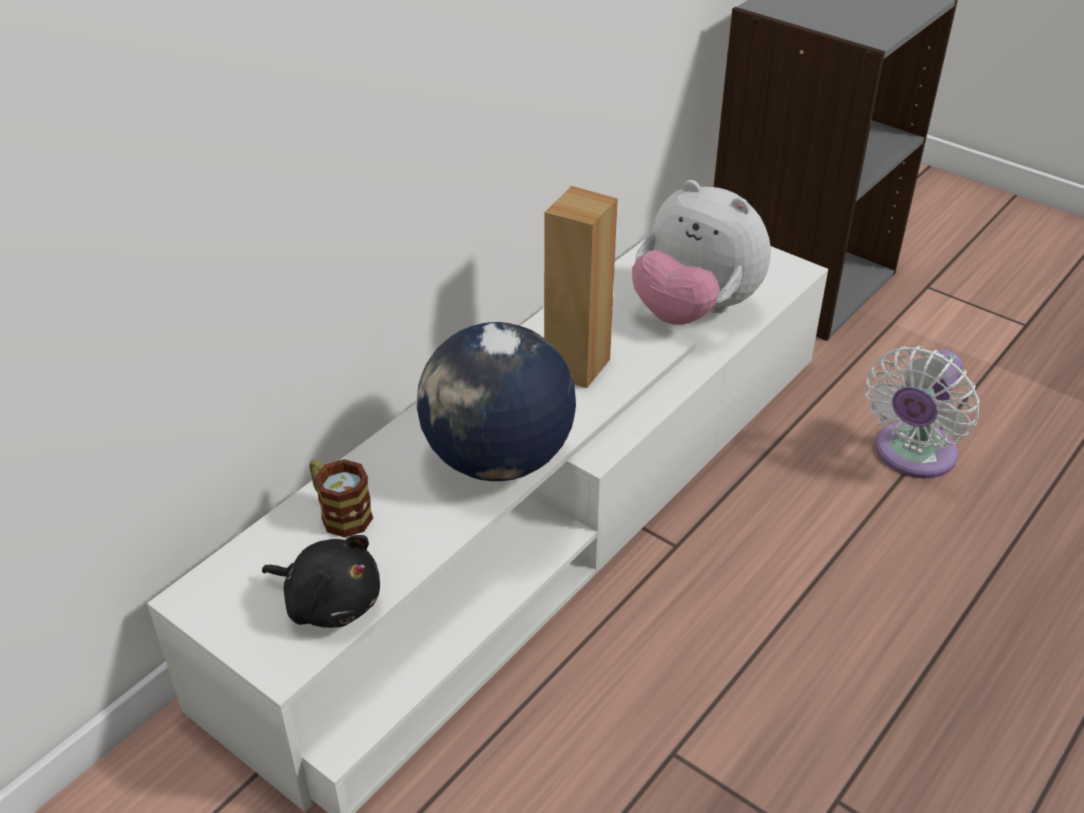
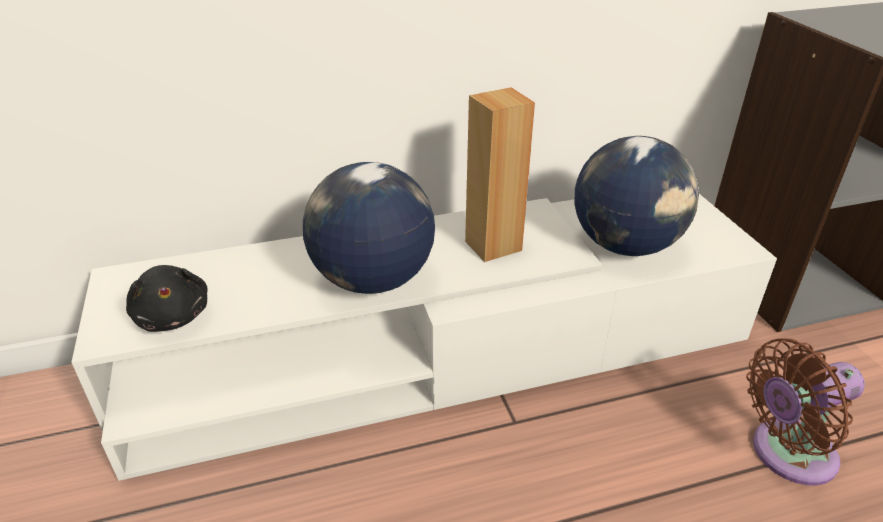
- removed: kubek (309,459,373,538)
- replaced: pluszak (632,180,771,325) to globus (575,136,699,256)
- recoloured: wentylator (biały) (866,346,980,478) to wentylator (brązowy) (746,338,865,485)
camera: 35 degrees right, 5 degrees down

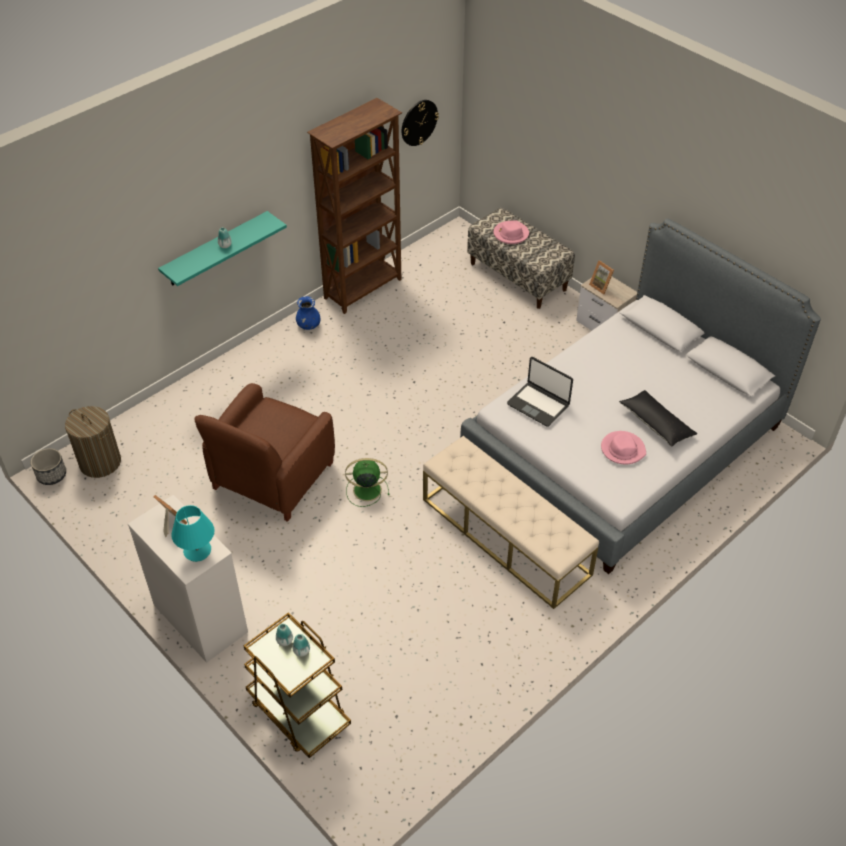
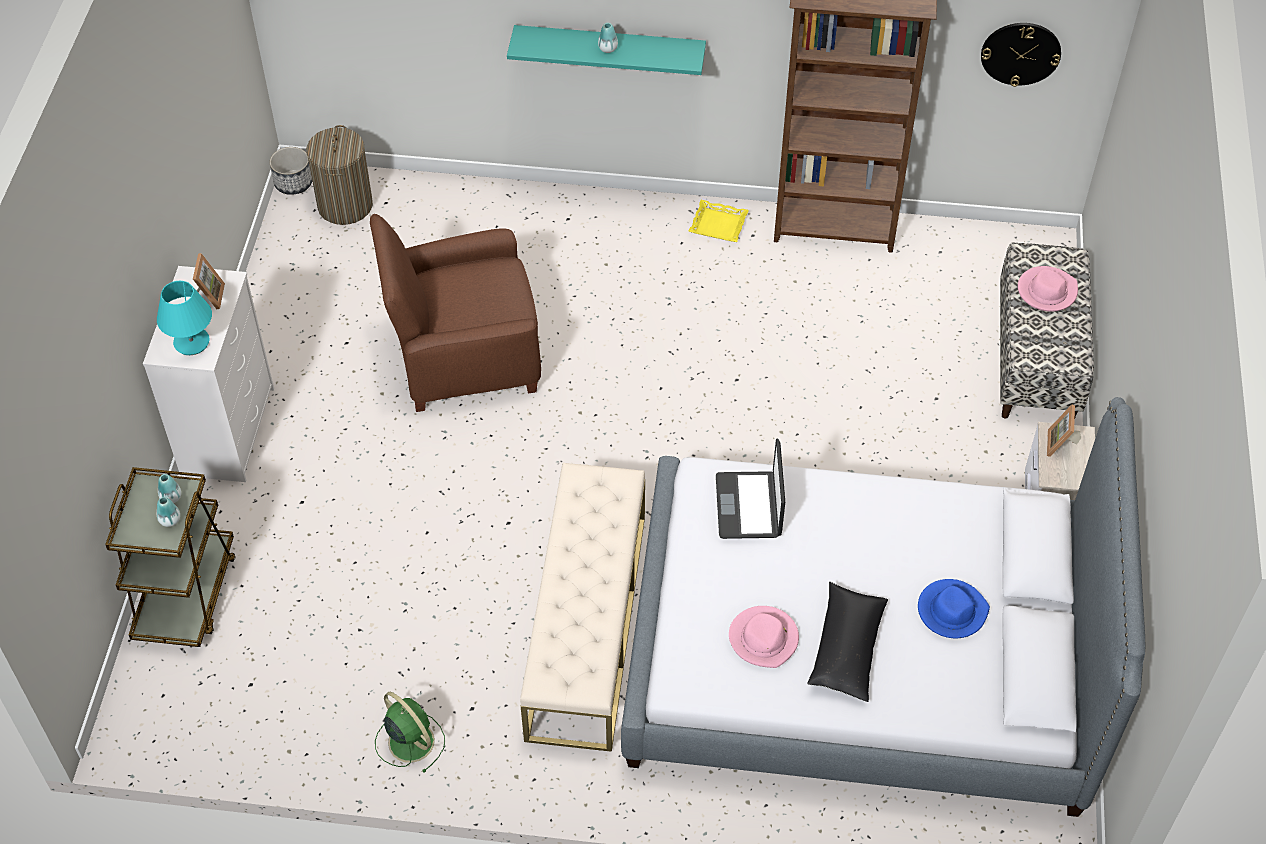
- added: kapelusz (niebieski) (918,579,990,638)
- moved: wentylator (zielony) (345,458,390,507) to (375,692,445,773)
- replaced: wazon (niebieski) (296,296,320,330) to taca (żółty) (689,200,749,242)
camera: 50 degrees right, 5 degrees up

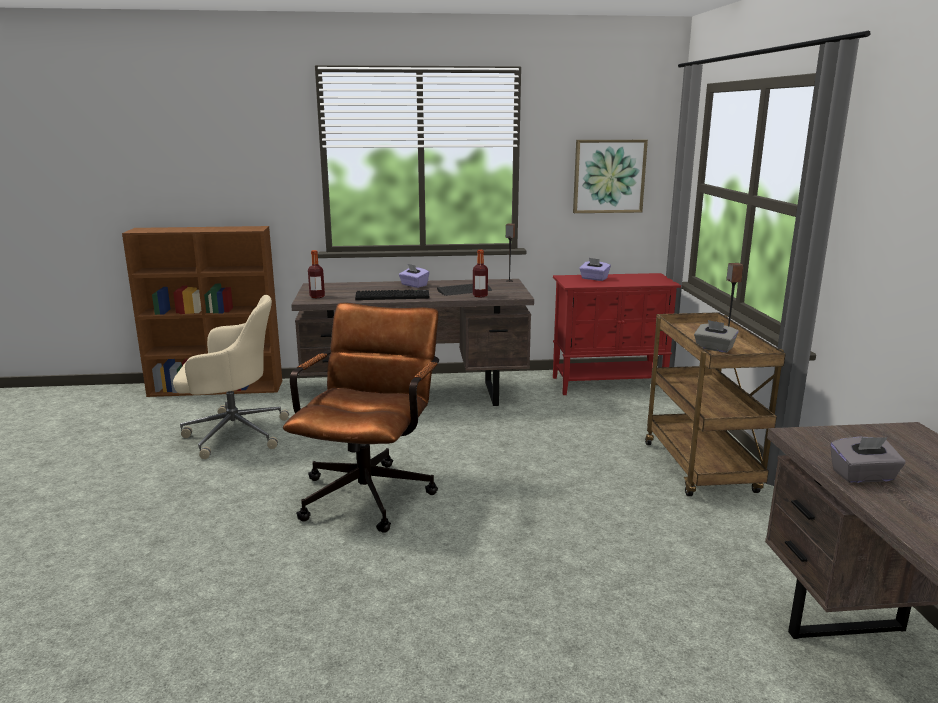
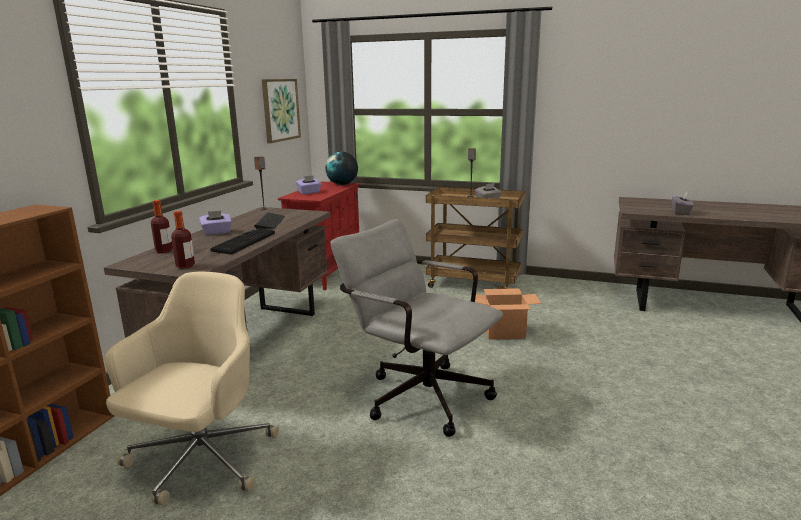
- added: globus (325,151,358,185)
- added: karton (475,288,542,340)
- moved: butelka (473,250,488,298) to (151,200,173,253)
- recoloured: krzesło biurowe (brązowy) (283,303,439,533) to krzesło biurowe (szary) (330,219,503,437)
camera: 65 degrees left, 0 degrees up

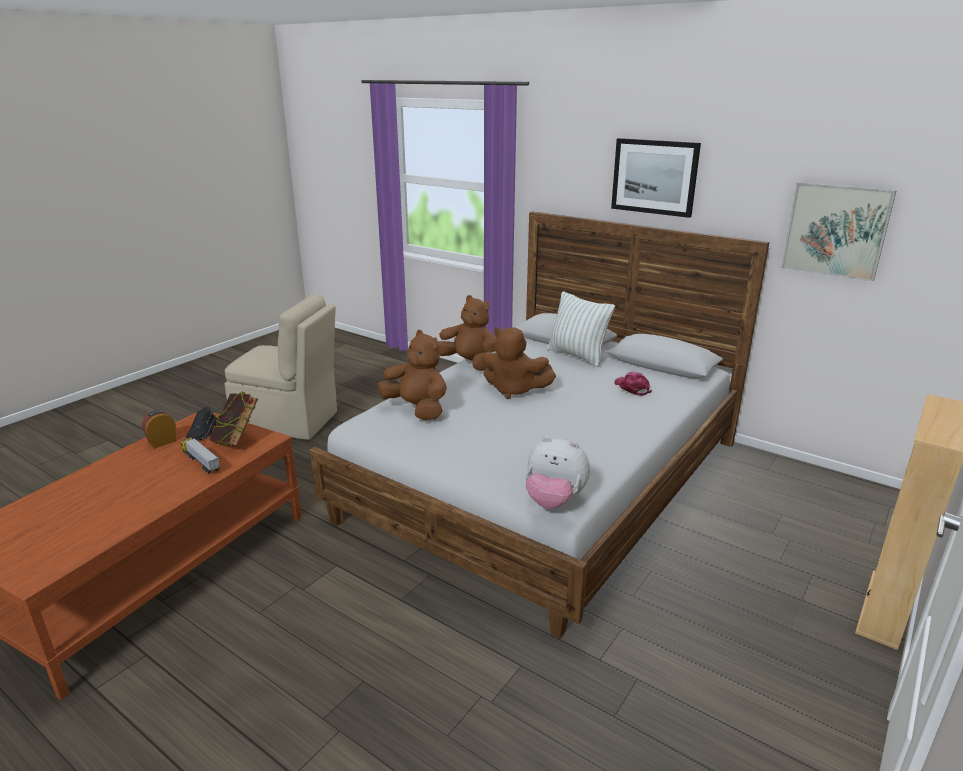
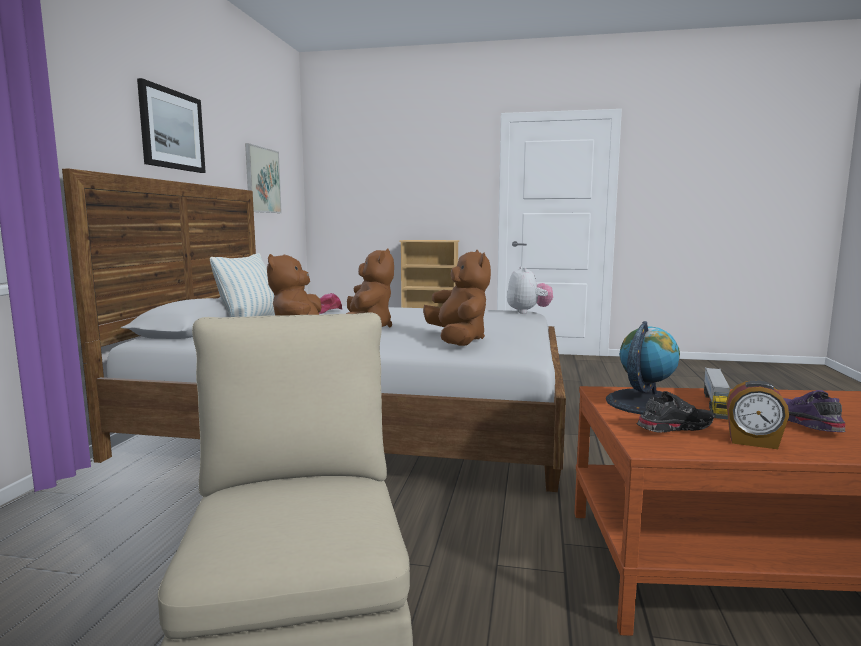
- added: but (fioletowy) (783,390,846,432)
- replaced: książka (209,391,258,447) to globus (606,321,680,414)
- turned: pluszak (brązowy) (377,330,447,420) = (423,250,491,346) 150 degrees clockwise
camera: 115 degrees left, 15 degrees down

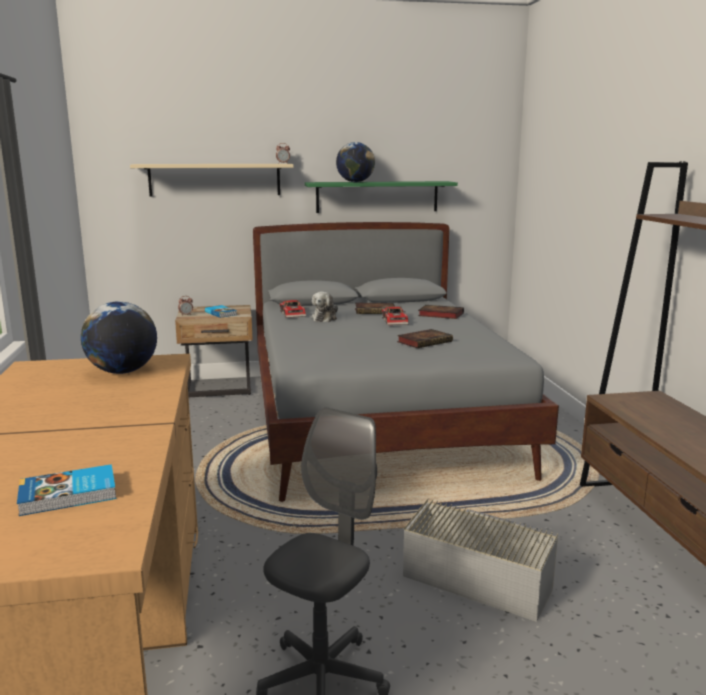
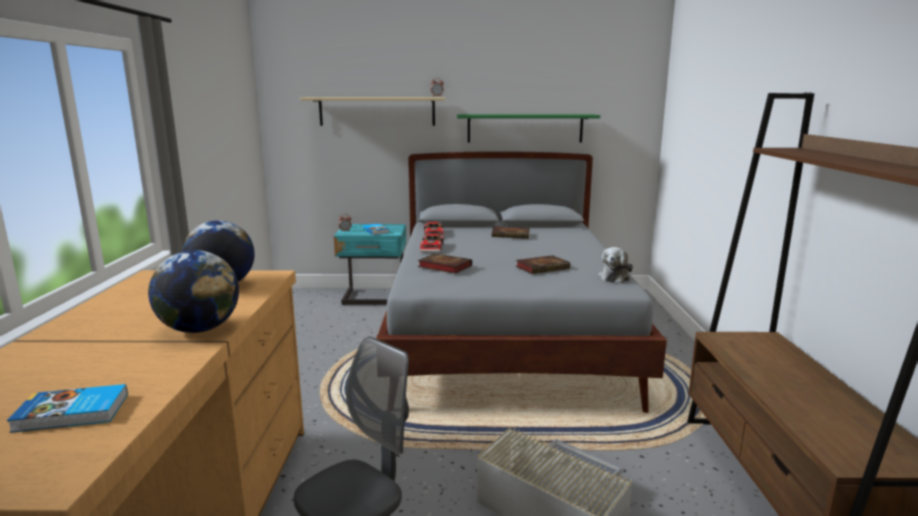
- moved: pluszak (311,292,338,322) to (598,247,633,284)
- moved: globus (336,142,375,182) to (148,250,239,333)
- moved: samochodzik (382,306,409,325) to (420,233,444,252)
- moved: książka (418,305,464,319) to (418,253,472,274)
- recoloured: szafka nocna (beżowy) (175,305,253,397) to szafka nocna (turkusowy) (334,224,406,305)
camera: 10 degrees right, 0 degrees up

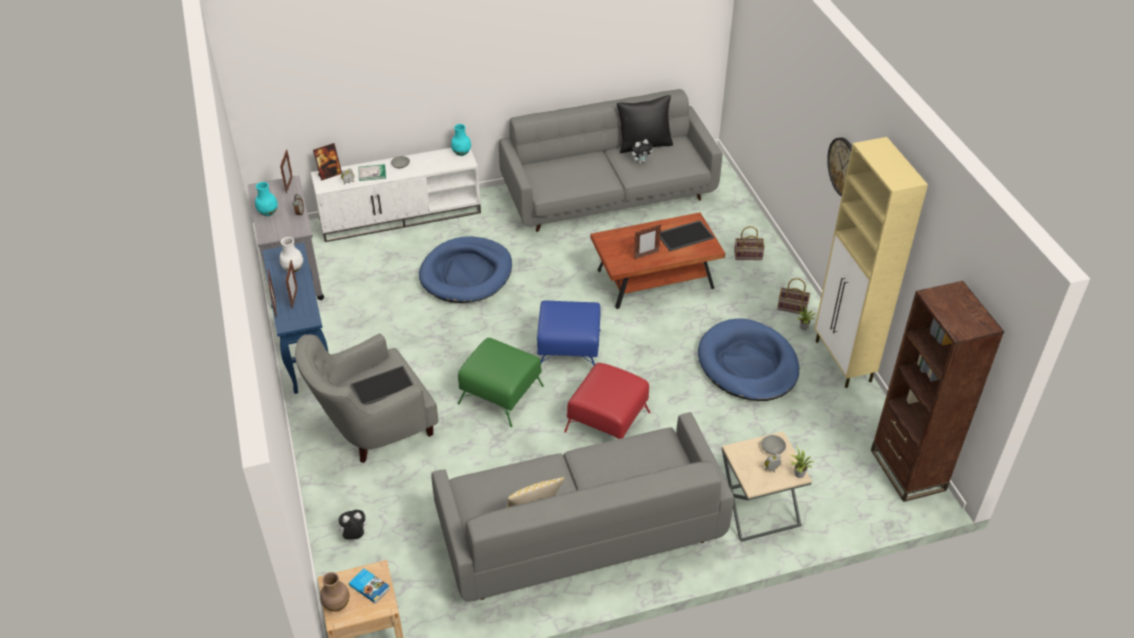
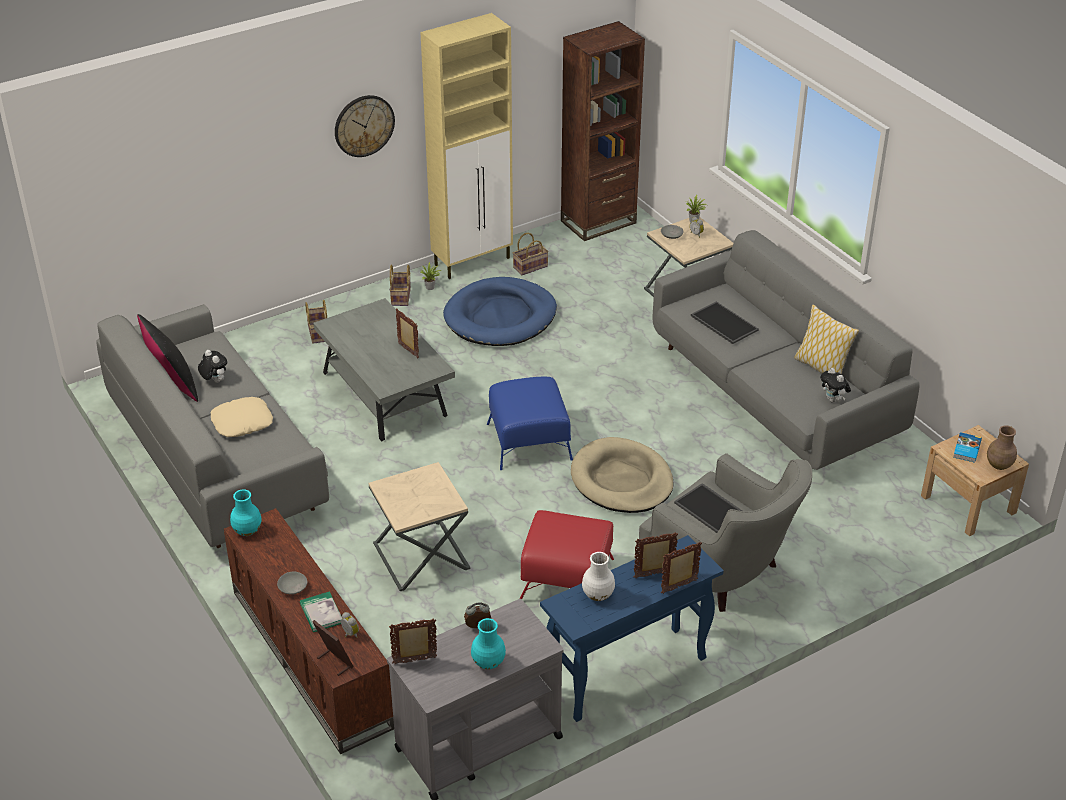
- added: poduszka (beżowy) (211,397,273,437)
- added: koszyk (513,233,549,275)
- moved: pluszak (337,510,367,540) to (820,368,851,403)
- moved: pufa (czerwony) (564,363,650,439) to (519,510,614,599)
- moved: taca (657,220,714,251) to (691,301,759,344)
- replaced: legowisko (niebieski) (419,236,512,303) to stolik (beżowy) (369,462,470,591)
- replaced: pufa (zielony) (458,338,544,427) to legowisko (beżowy) (571,437,674,513)
- recoloured: szafka pod telewizor (biały) (311,148,481,242) to szafka pod telewizor (brązowy) (224,508,394,754)
- recoloured: ława (brązowy) (591,212,725,309) to ława (szary) (313,298,455,442)
camera: 105 degrees left, 5 degrees down

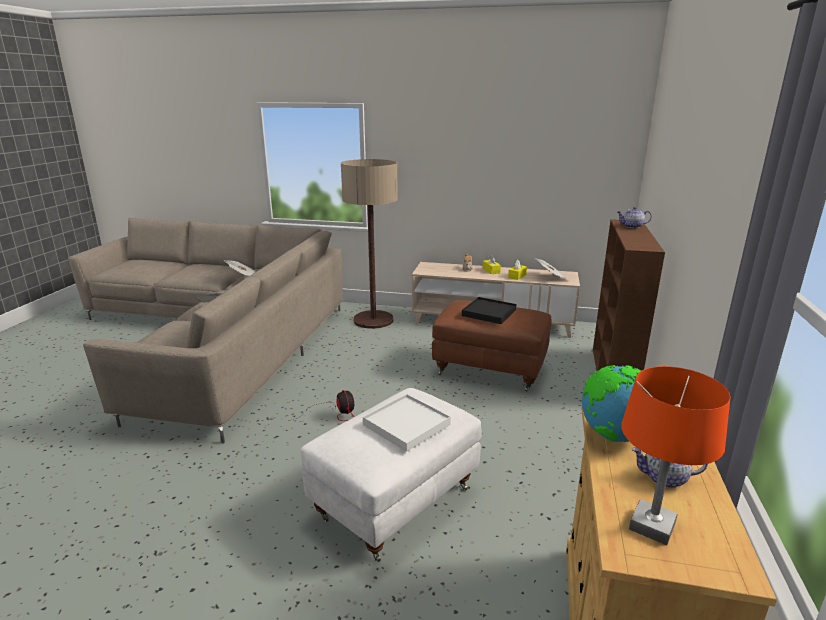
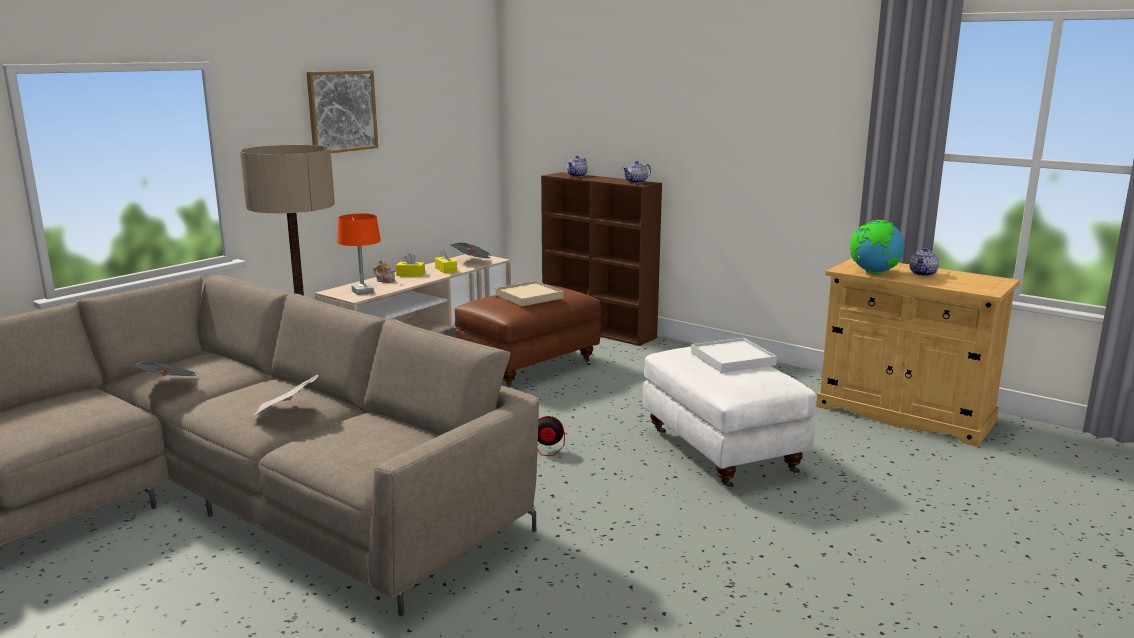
- added: obraz (307,70,378,153)
- added: imbryk (623,161,651,183)
- moved: lampa stołowa (pomarańczowy) (621,366,731,545) to (337,213,381,295)
- recoloured: taca (czarny) (462,297,517,324) to taca (beżowy) (496,281,564,306)
camera: 65 degrees left, 5 degrees down

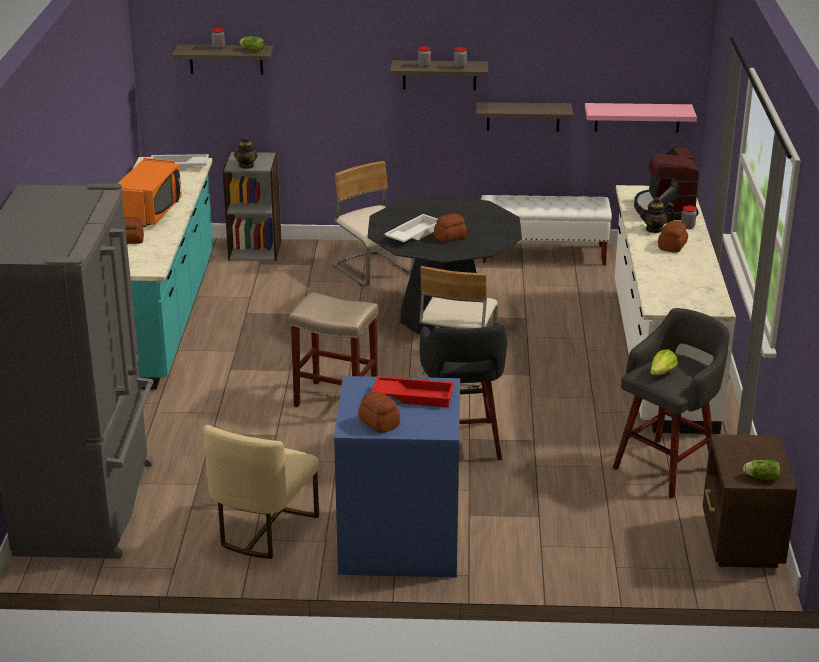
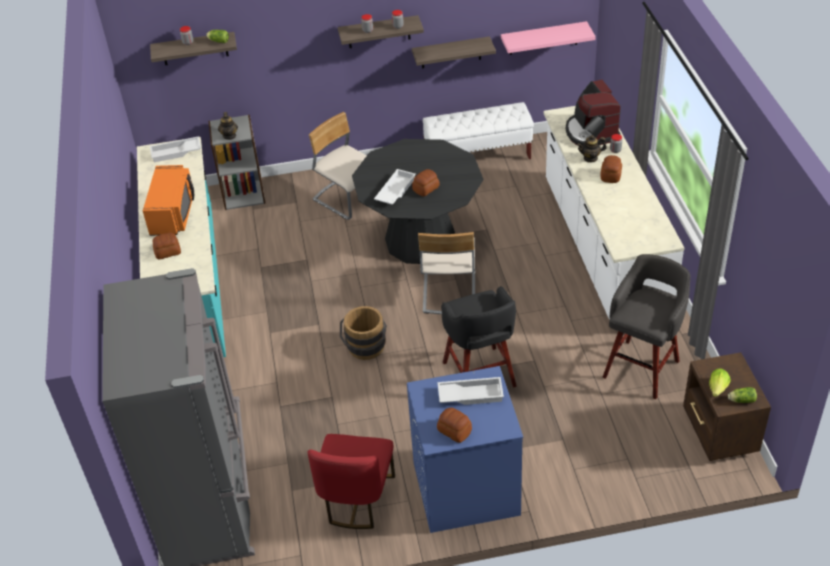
- moved: sałata (650,349,678,375) to (709,369,731,397)
- replaced: stołek (beżowy) (289,292,378,407) to wiadro (brązowy) (340,306,387,360)
- recoloured: krzesło (beżowy) (204,425,319,559) to krzesło (czerwony) (308,434,395,529)
- recoloured: taca (czerwony) (372,376,454,407) to taca (biały) (437,377,504,405)
camera: 10 degrees left, 15 degrees up

